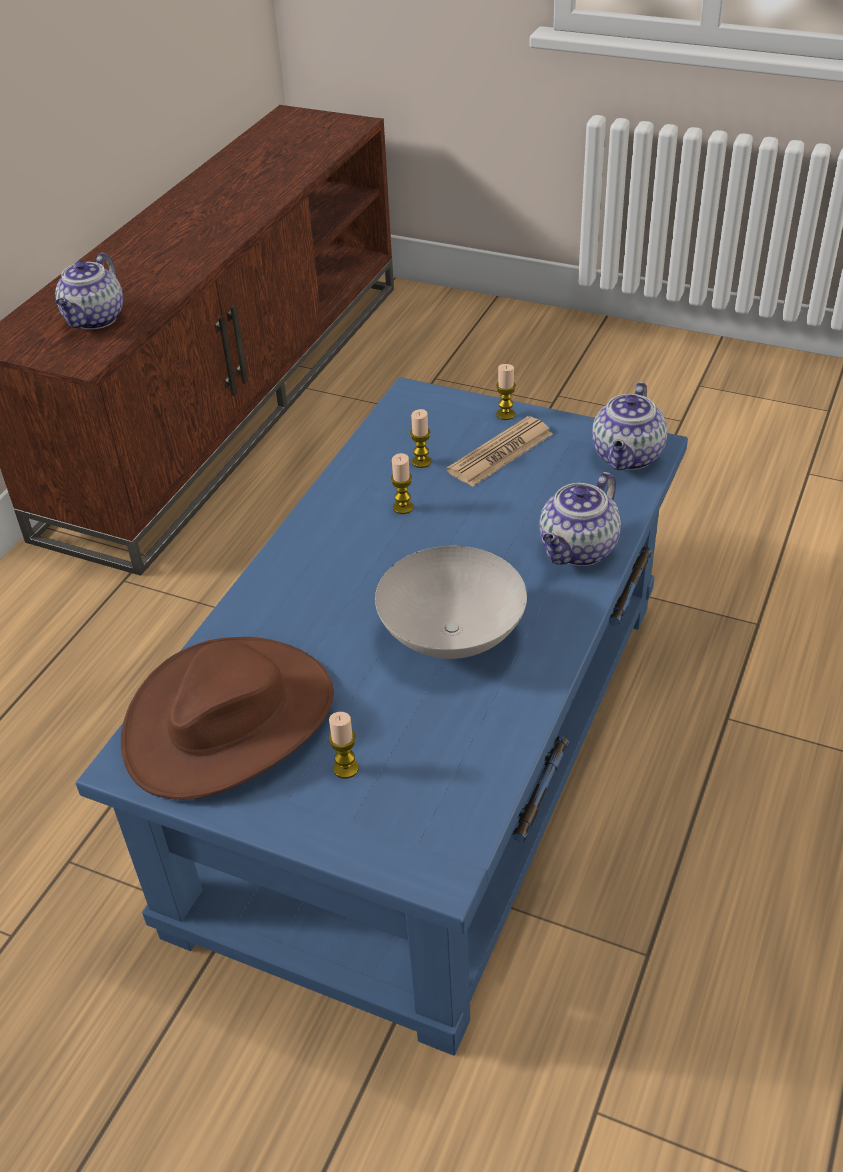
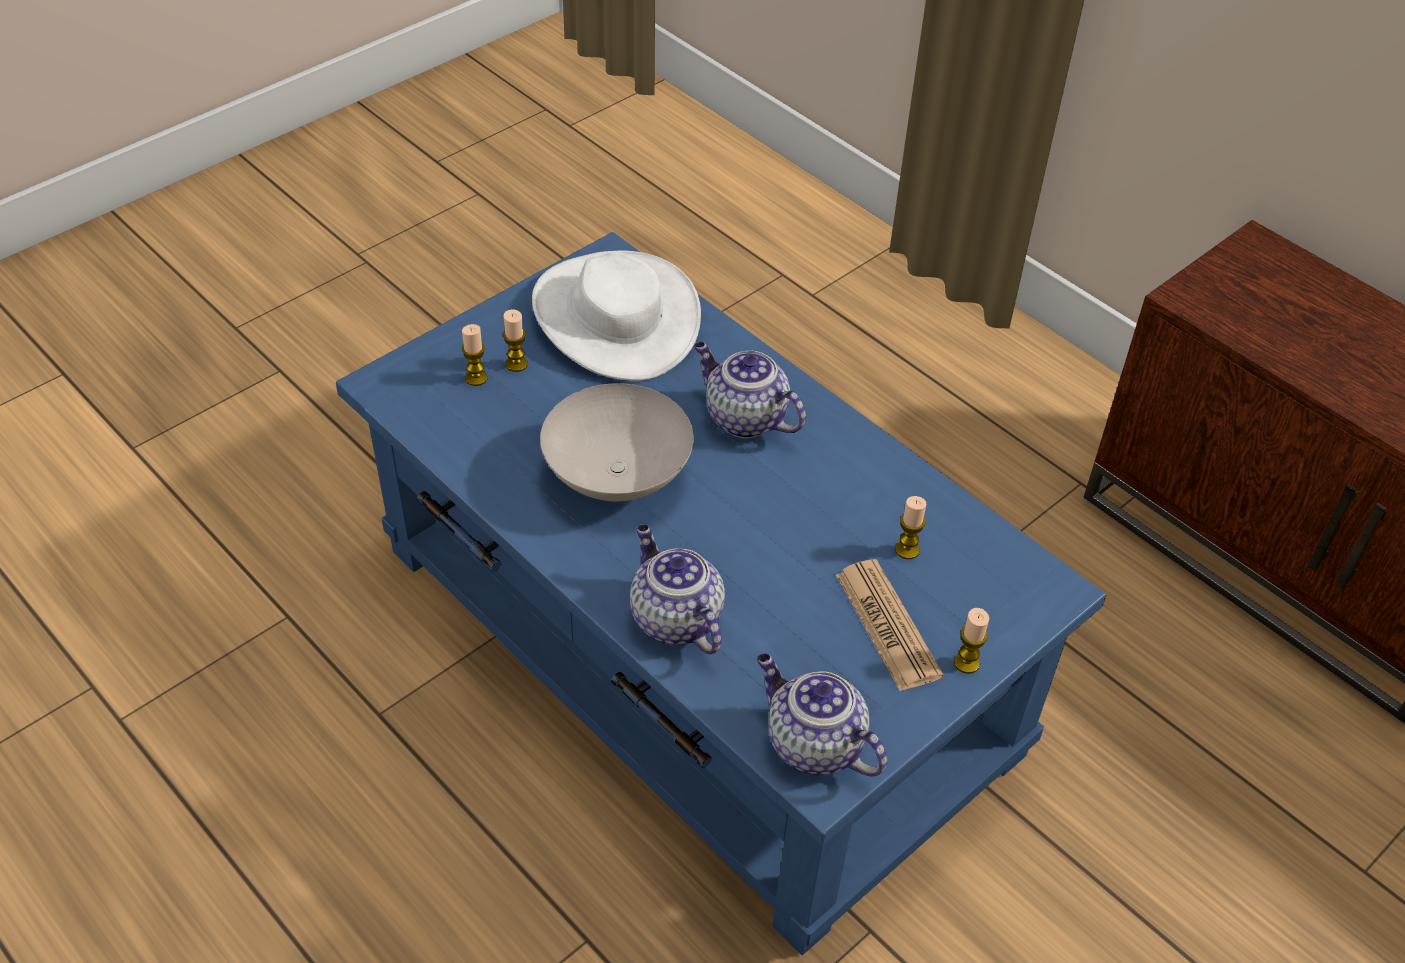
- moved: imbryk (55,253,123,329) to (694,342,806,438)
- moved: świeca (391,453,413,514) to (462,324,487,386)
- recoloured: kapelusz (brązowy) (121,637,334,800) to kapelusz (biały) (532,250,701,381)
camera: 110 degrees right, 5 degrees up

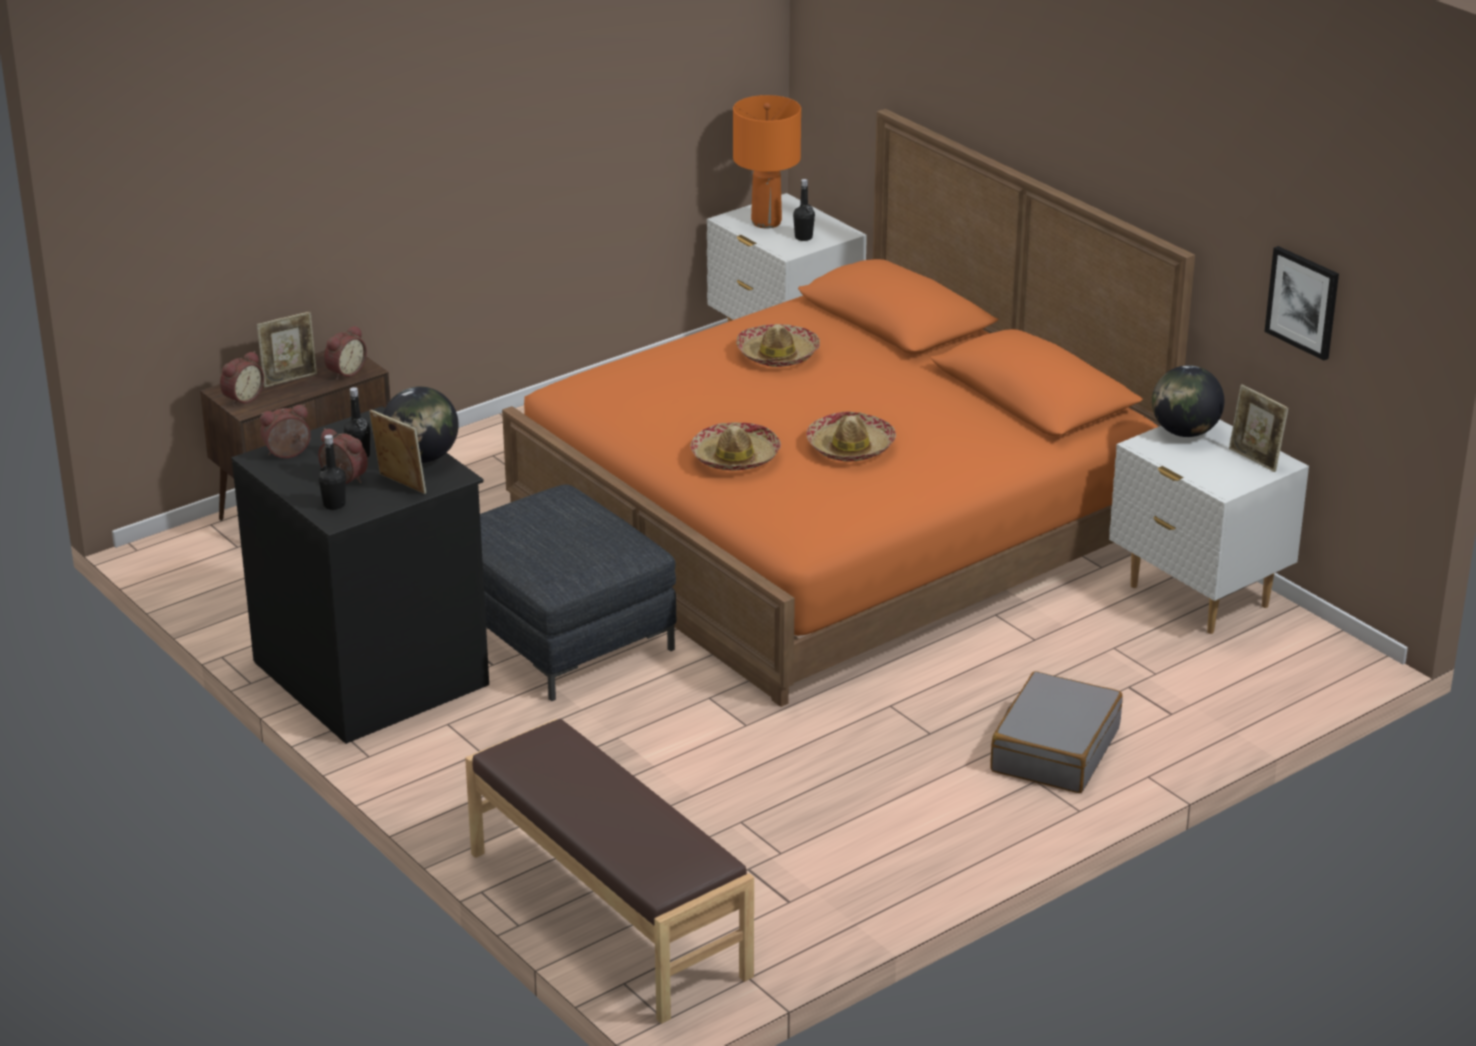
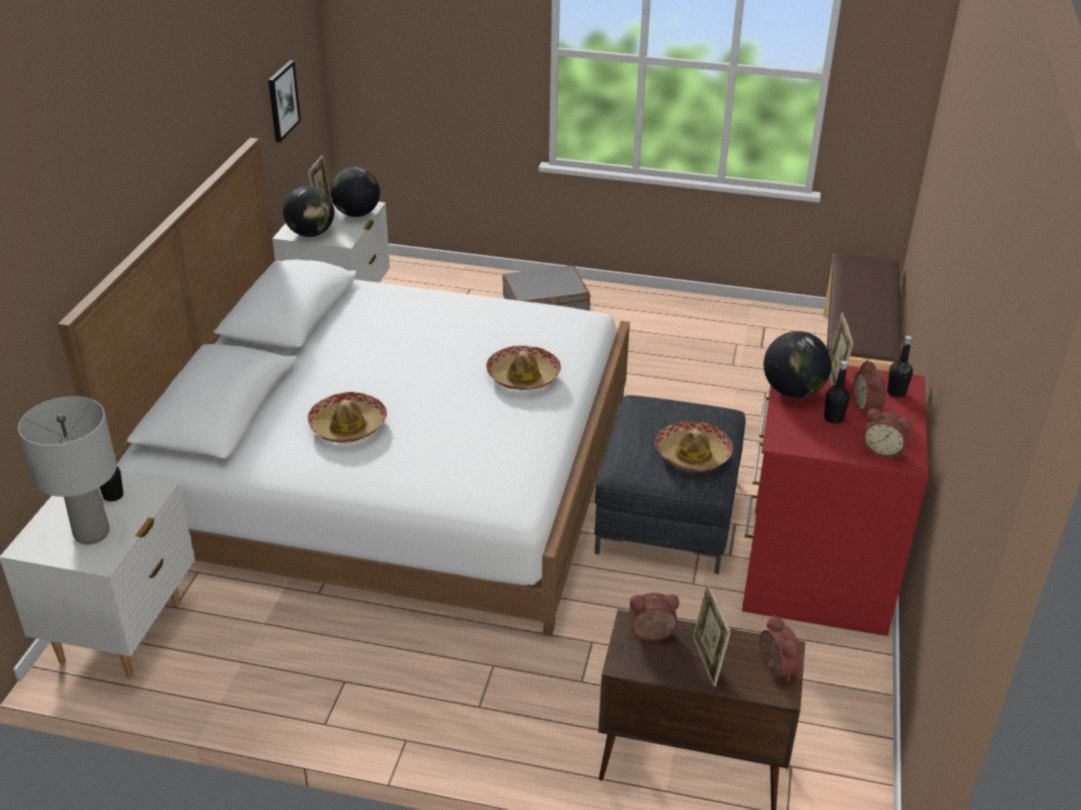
- added: globus (330,167,380,217)
- moved: kapelusz (806,412,896,461) to (655,421,733,471)
- recoloured: komoda (czarny) (232,406,489,744) to komoda (czerwony) (742,366,929,636)
- recoloured: łóżko (pomarańczowy) (502,109,1195,707) to łóżko (biały) (58,138,630,636)
- recoloured: lampa stołowa (pomarańczowy) (733,95,801,228) to lampa stołowa (szary) (18,396,117,545)
- turned: budzik (220,351,264,406) = (760,615,802,682) 75 degrees clockwise
- turned: ramka na zdjęcie (257,311,317,388) = (693,583,731,687) 120 degrees counterclockwise
camera: 130 degrees left, 5 degrees up

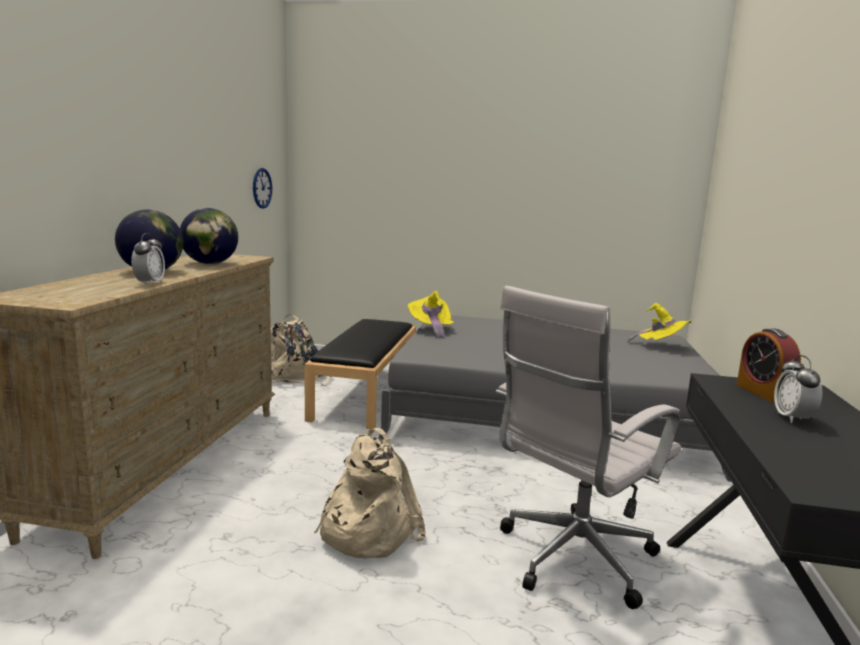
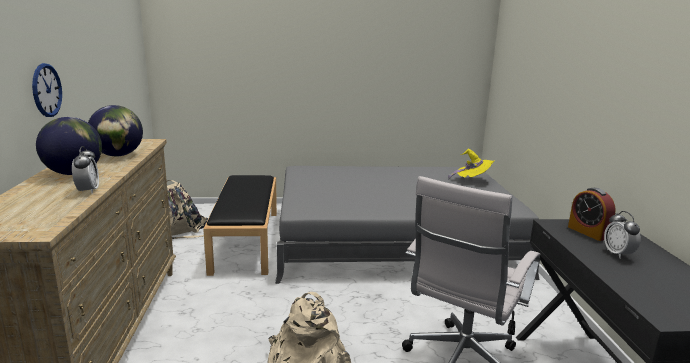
- removed: kapelusz (żółty) (408,291,454,338)
- moved: zegar ścienny (253,168,272,209) to (32,63,62,117)
camera: 15 degrees left, 5 degrees up

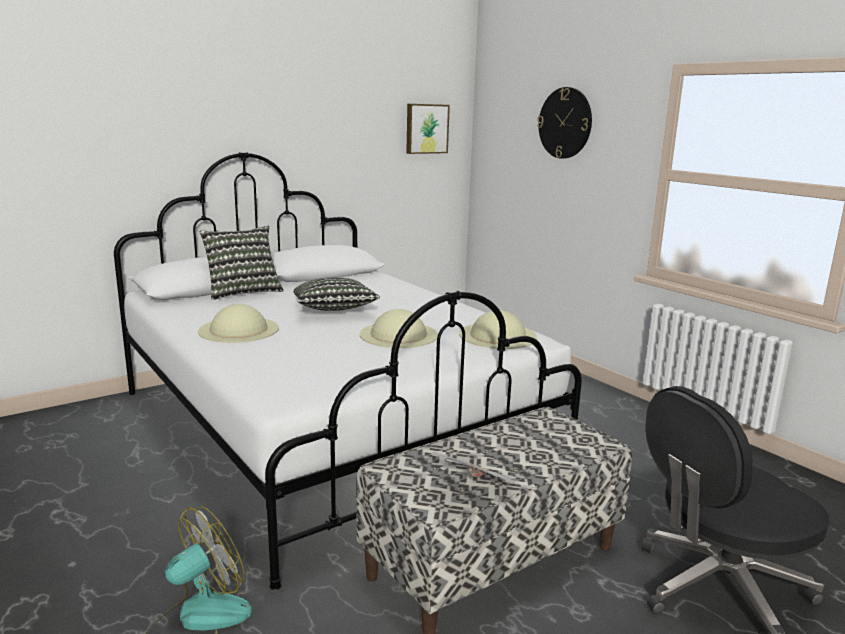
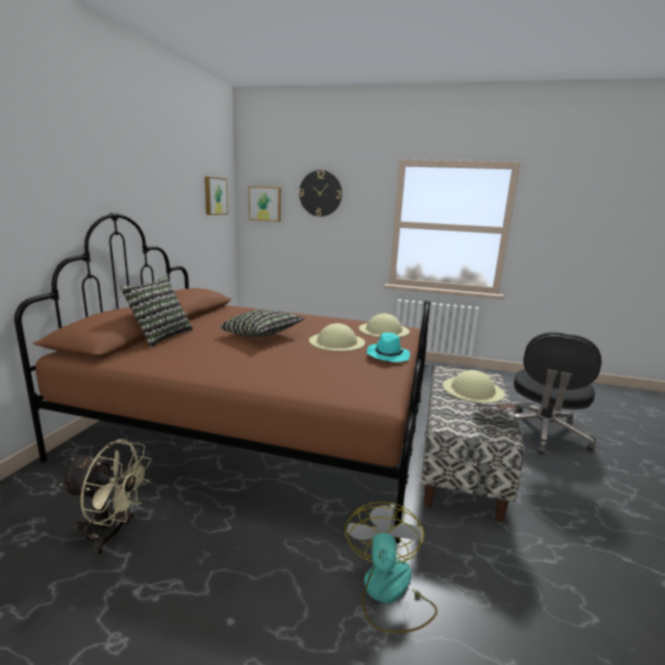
- added: wentylator (beżowy) (60,439,152,556)
- added: obraz (249,186,281,222)
- added: kapelusz (turkusowy) (367,333,410,362)
- moved: kapelusz (beżowy) (198,304,279,343) to (443,370,505,403)
- recoloured: łóżko (biały) (114,152,582,590) to łóżko (brązowy) (14,213,430,544)
camera: 40 degrees left, 0 degrees up

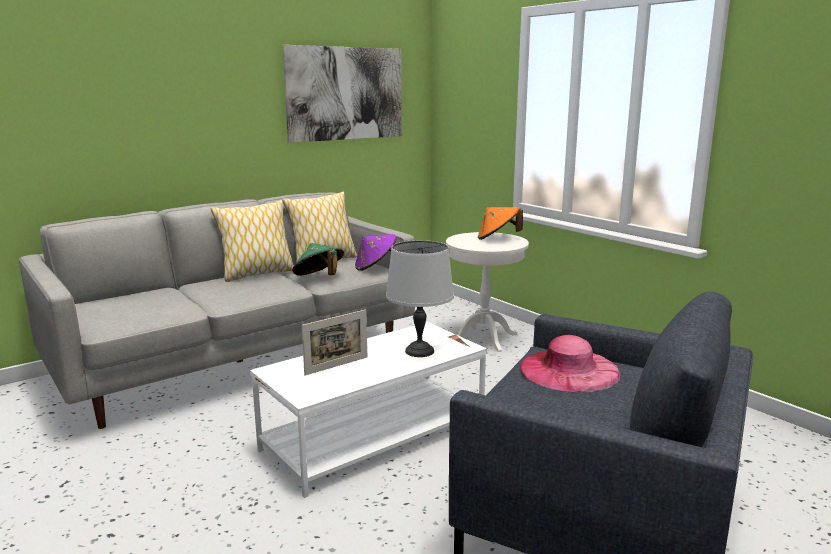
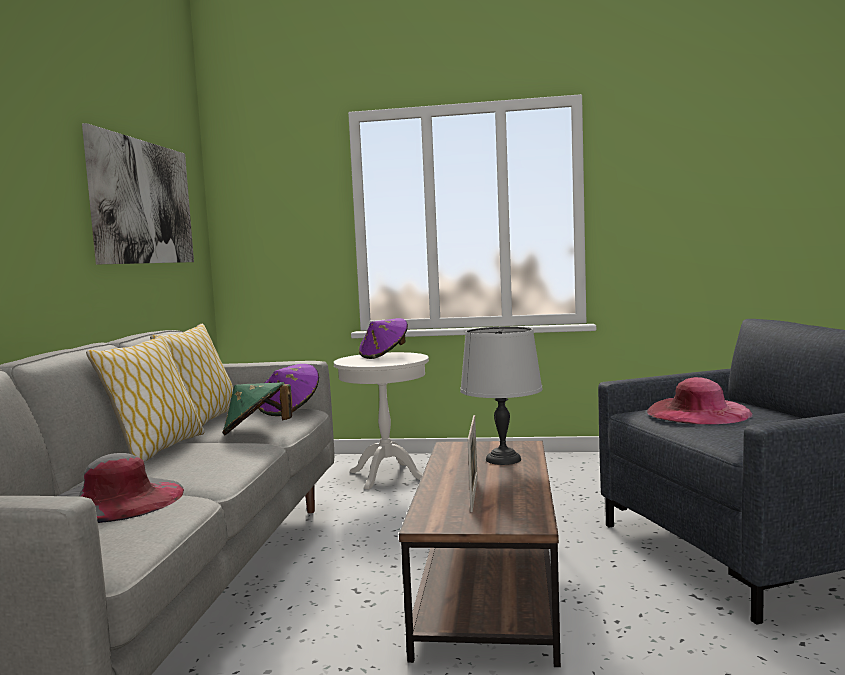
- added: kapelusz (szary) (58,453,184,523)
- recoloured: ława (biały) (250,322,487,498) to ława (brązowy) (399,441,561,667)
- recoloured: kapelusz (pomarańczowy) (478,207,523,240) to kapelusz (fioletowy) (359,318,408,359)
camera: 45 degrees left, 10 degrees down

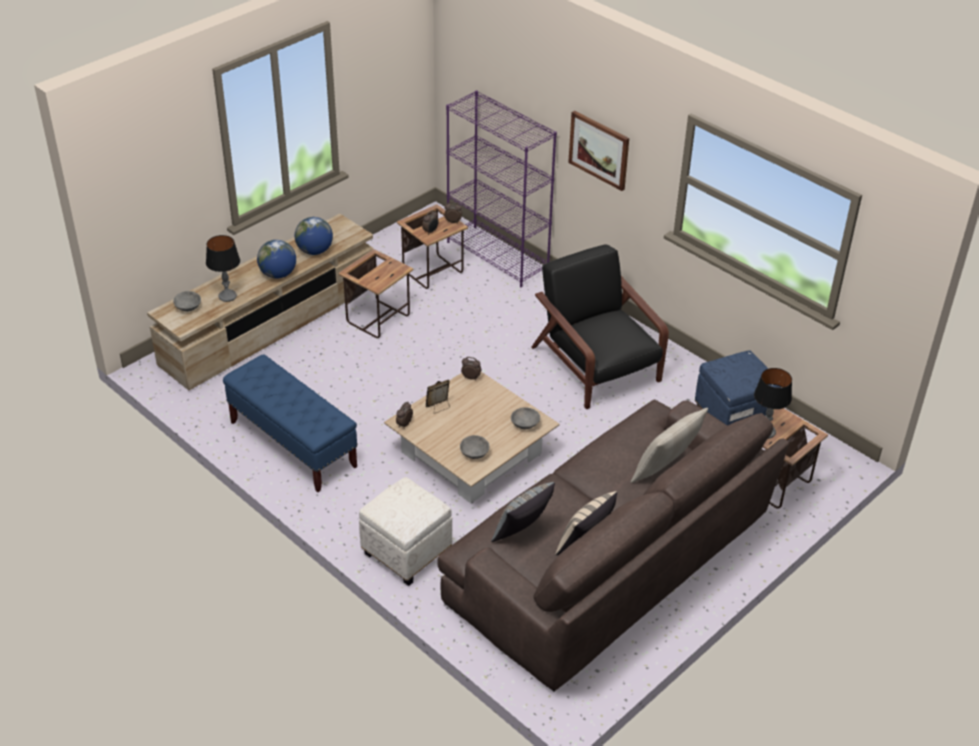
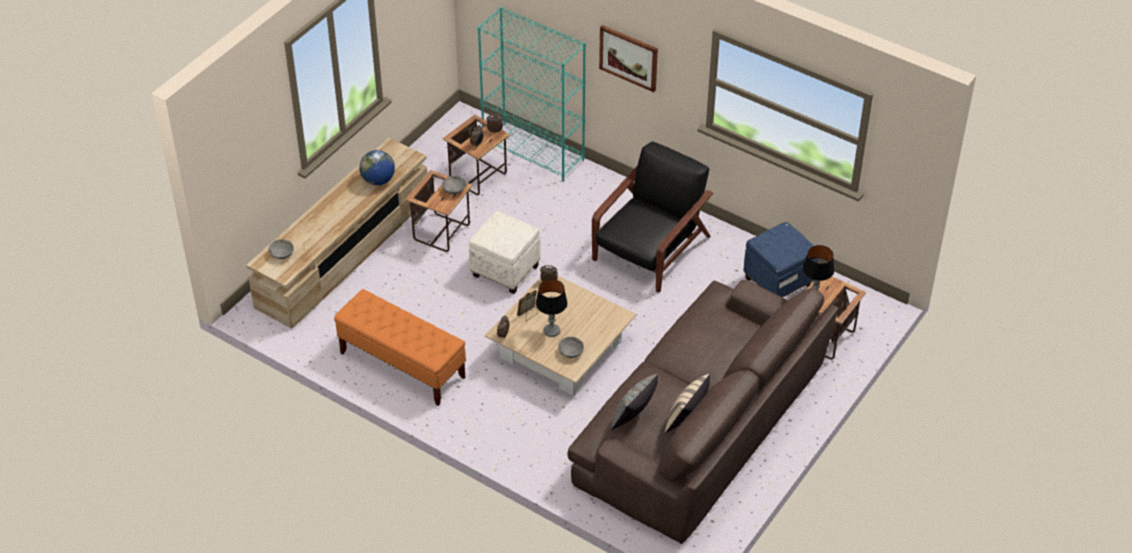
- removed: globus (257,240,296,279)
- removed: poduszka (beżowy) (631,408,708,483)
- moved: lampa stołowa (206,235,240,302) to (536,279,568,337)
- moved: pufa (biały) (359,477,452,586) to (469,211,540,294)
- moved: miska (szary) (511,407,540,429) to (442,176,466,194)
- recoloured: ławka (niebieski) (223,354,358,492) to ławka (pomarańczowy) (334,289,466,406)
- recoloured: regał (fioletowy) (446,91,557,287) to regał (turkusowy) (478,7,586,181)
- turned: fotel (czarny) (531,244,669,410) = (592,141,713,293) 75 degrees clockwise
camera: 10 degrees left, 5 degrees up

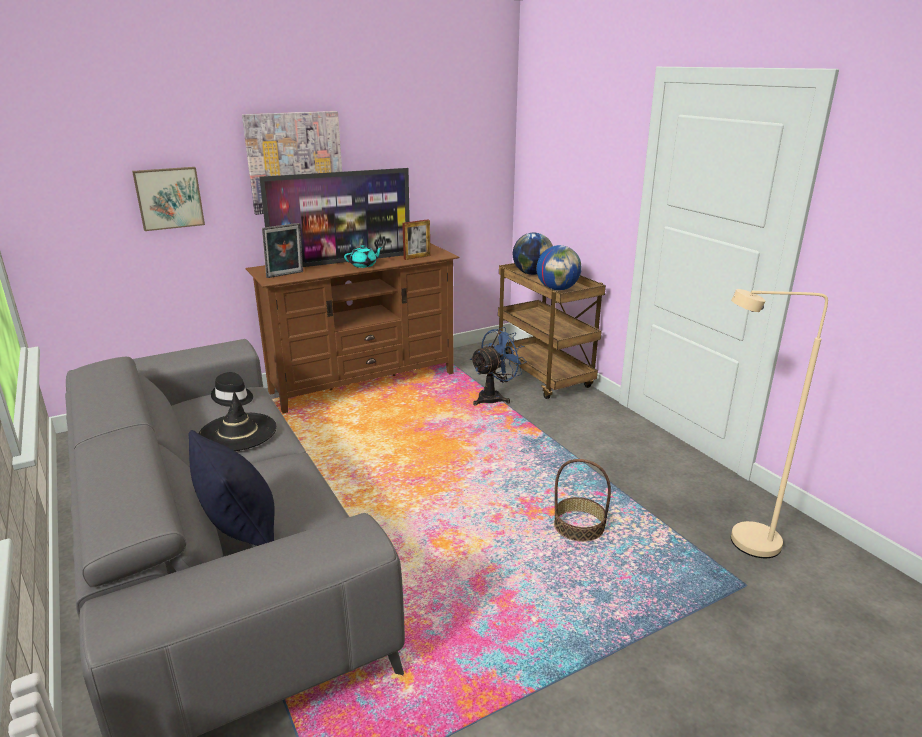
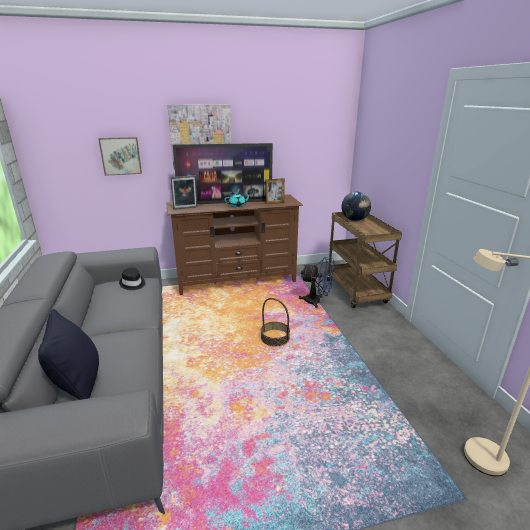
- removed: kapelusz (czarny) (198,391,277,451)
- removed: globus (537,245,582,291)
- moved: koszyk (554,459,611,542) to (261,298,290,347)
- turned: wentylator (niebieski) (470,327,527,406) = (299,257,335,308) 45 degrees clockwise
camera: 15 degrees right, 0 degrees up

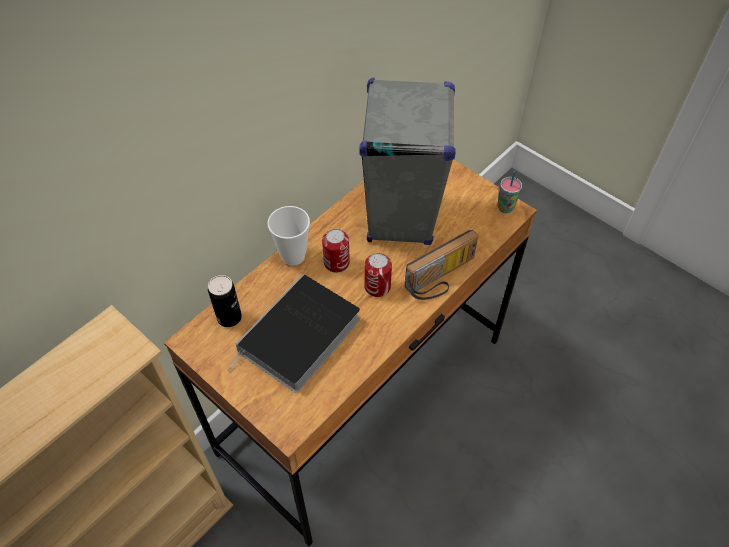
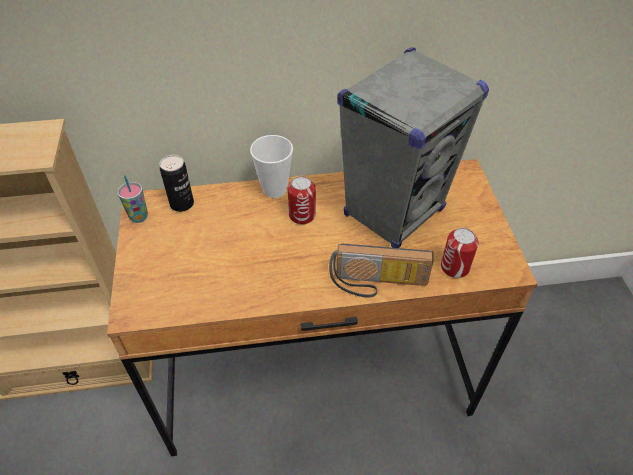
- removed: książka (228,274,360,393)
- moved: puszka (364,253,392,297) to (441,228,479,278)
- moved: filiżanka (497,172,522,213) to (118,175,148,223)
camera: 40 degrees right, 5 degrees down

